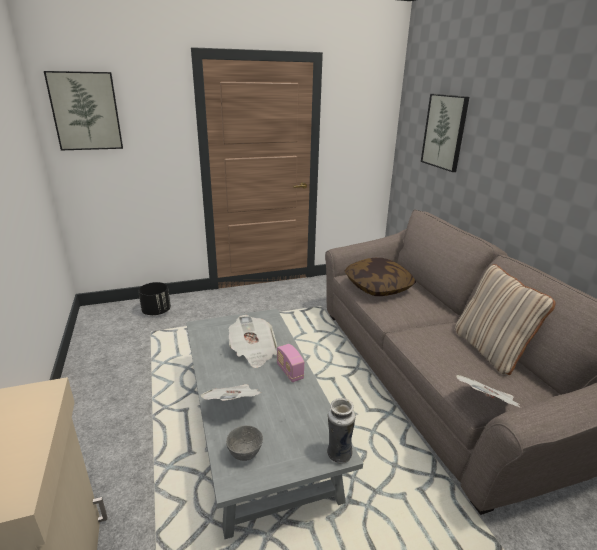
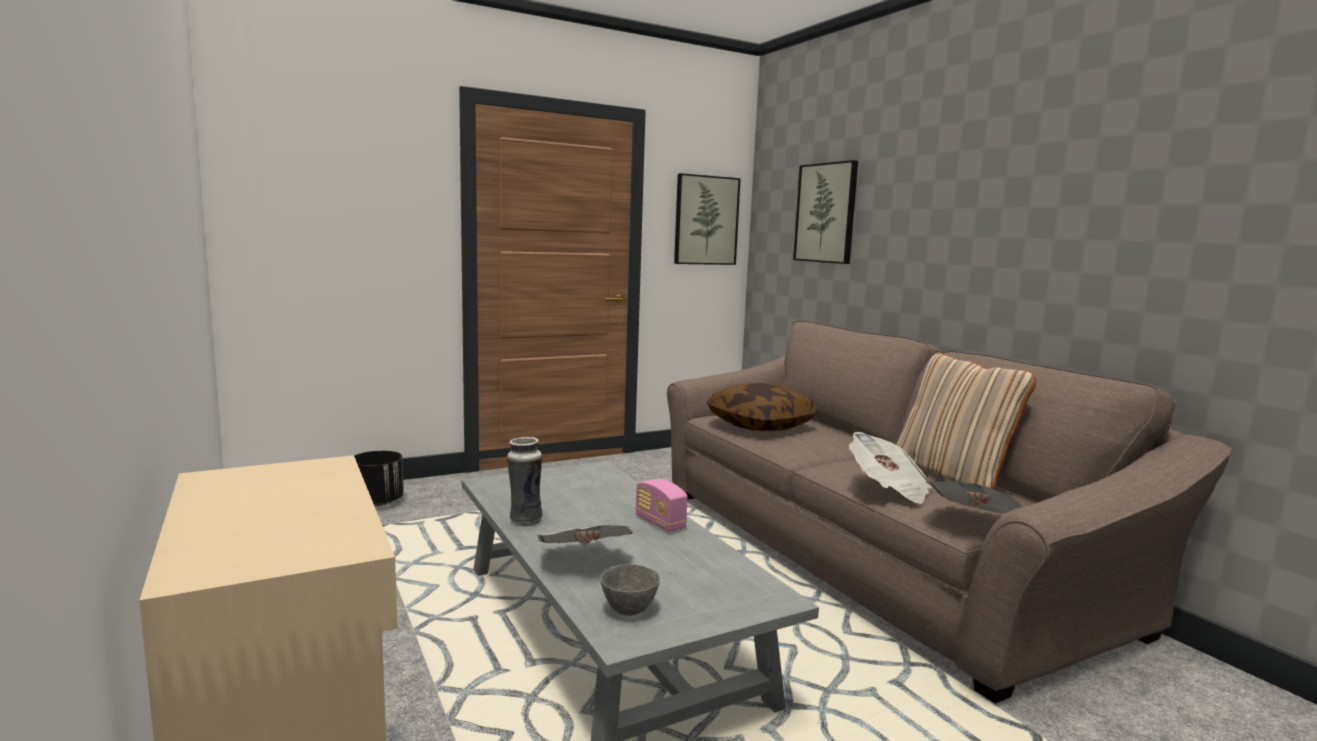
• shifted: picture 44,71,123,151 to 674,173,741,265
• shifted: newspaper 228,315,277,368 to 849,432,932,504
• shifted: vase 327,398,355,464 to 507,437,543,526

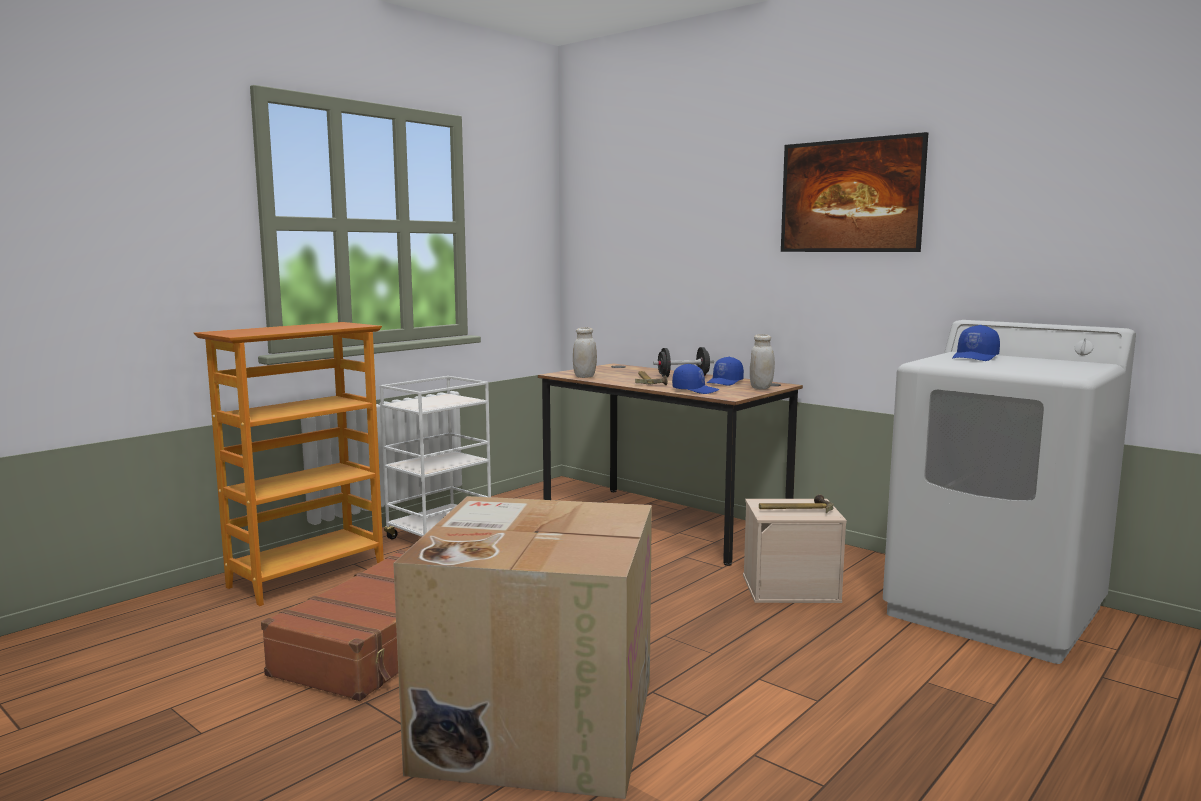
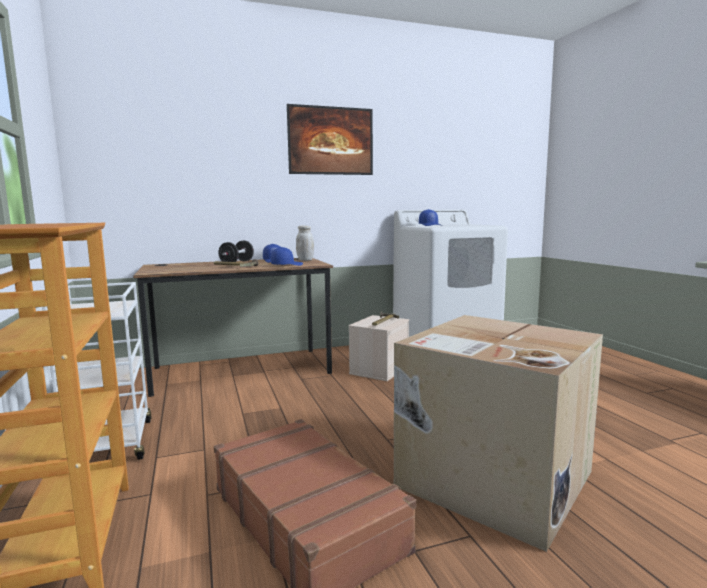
• gone: jar (white) 573,327,597,378

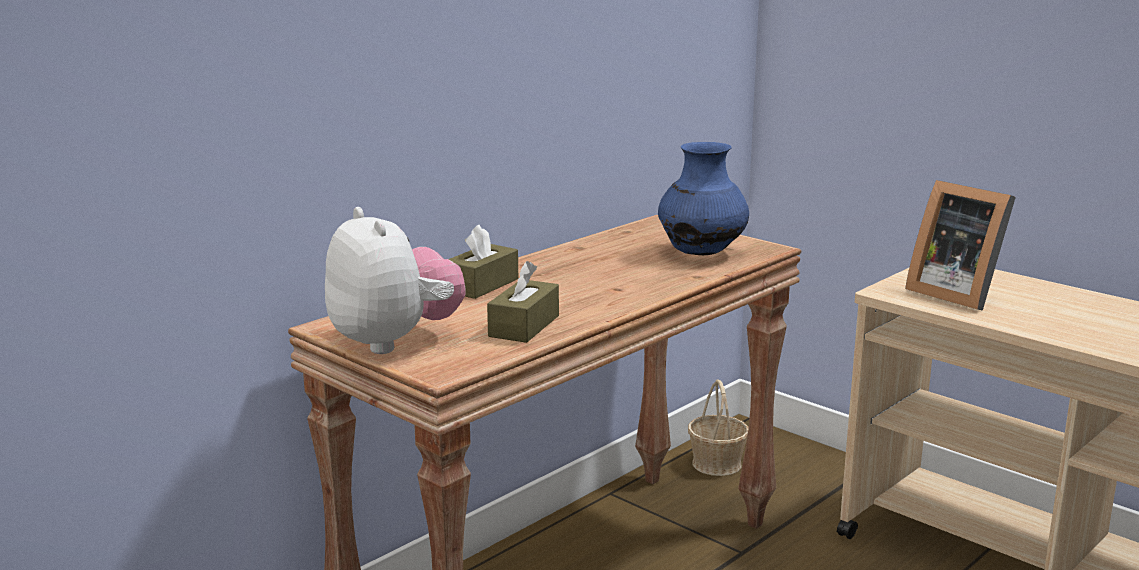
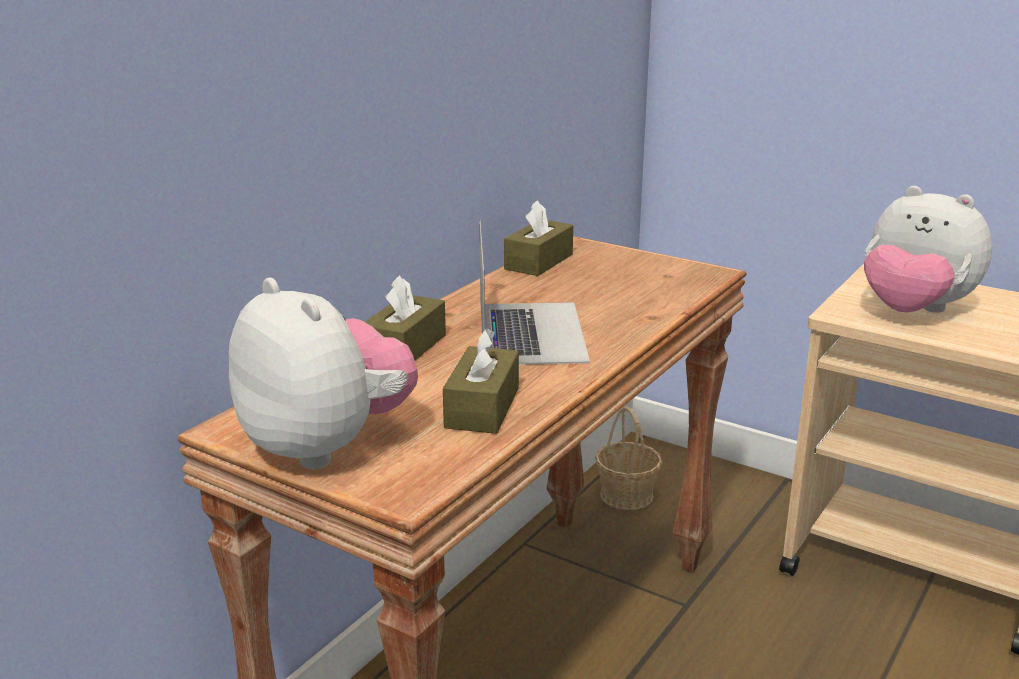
• gone: vase (blue) 658,142,749,255
• swapped: picture frame 905,180,1016,311 to plush toy 864,186,992,313
• new: tissue box (brown) 504,200,573,276
• new: laptop 480,220,590,365

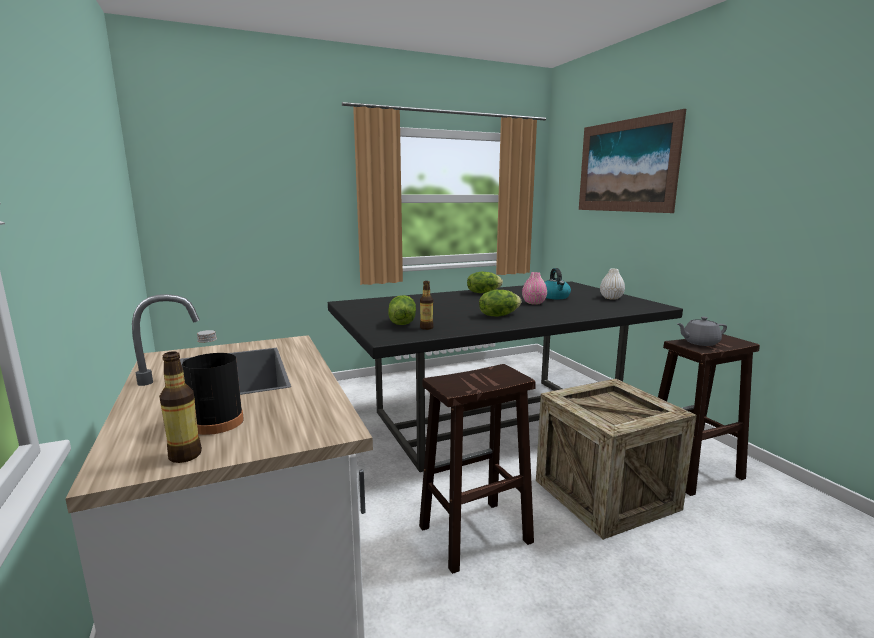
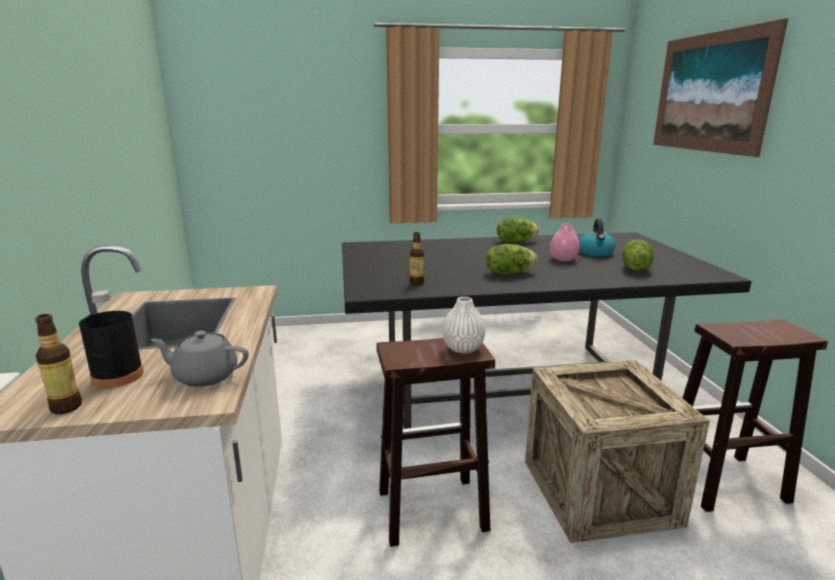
• shifted: vase (white) 600,269,625,300 to 442,297,485,354
• shifted: lettuce 388,295,416,325 to 622,240,654,271
• shifted: teapot (grey) 677,317,727,346 to 150,331,249,387

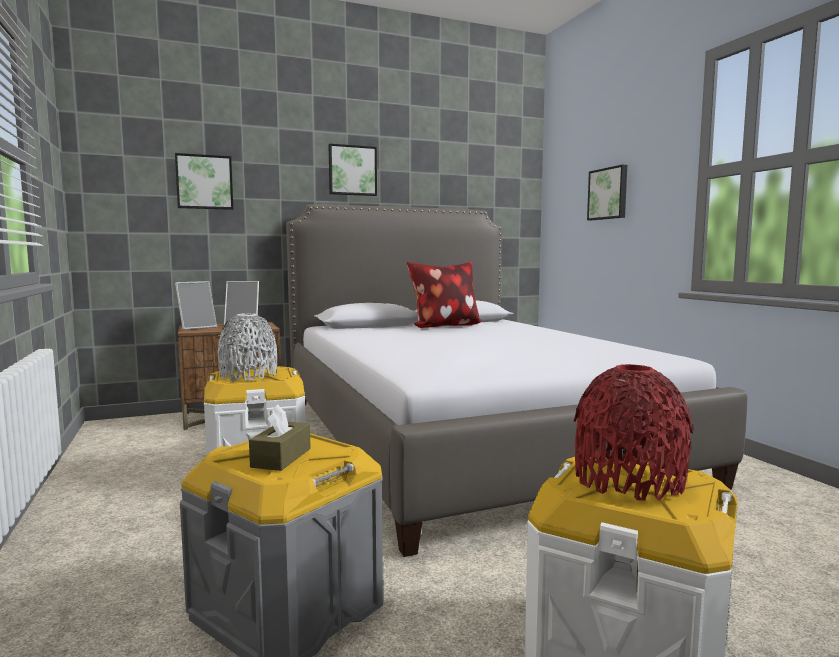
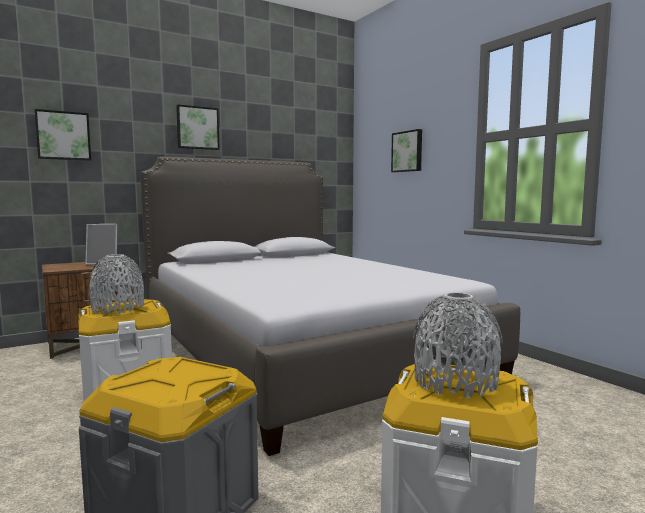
• gone: pillow 406,262,482,328
• gone: picture frame 175,281,217,330
• repainted: vase (red) 574,364,694,501 to vase (grey) 413,292,503,398
• gone: tissue box (brown) 249,405,311,471

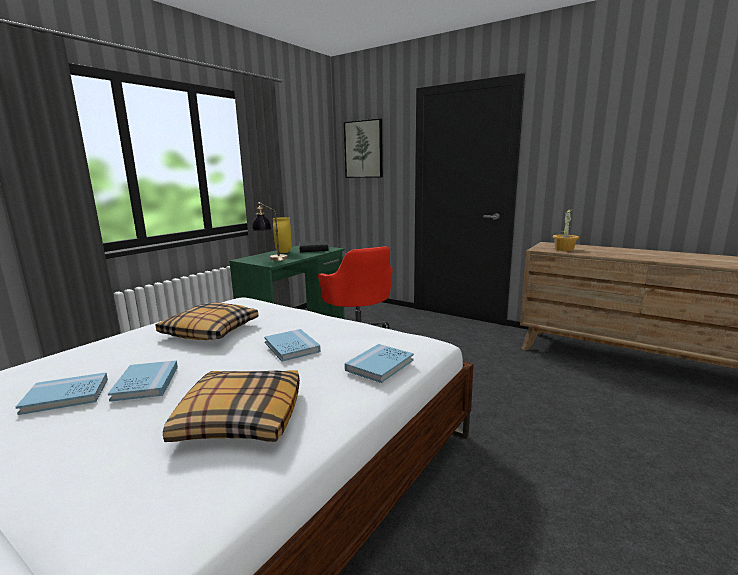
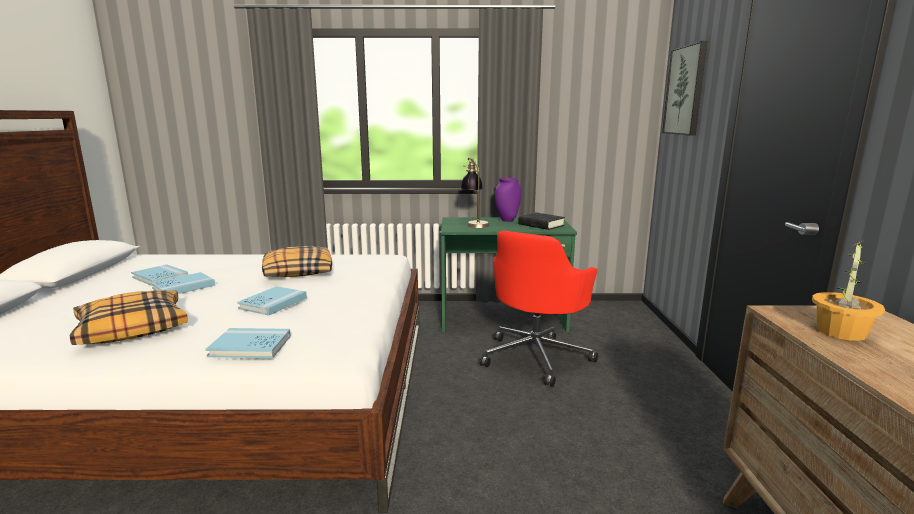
• repainted: vase (yellow) 273,217,292,253 to vase (purple) 495,178,522,222

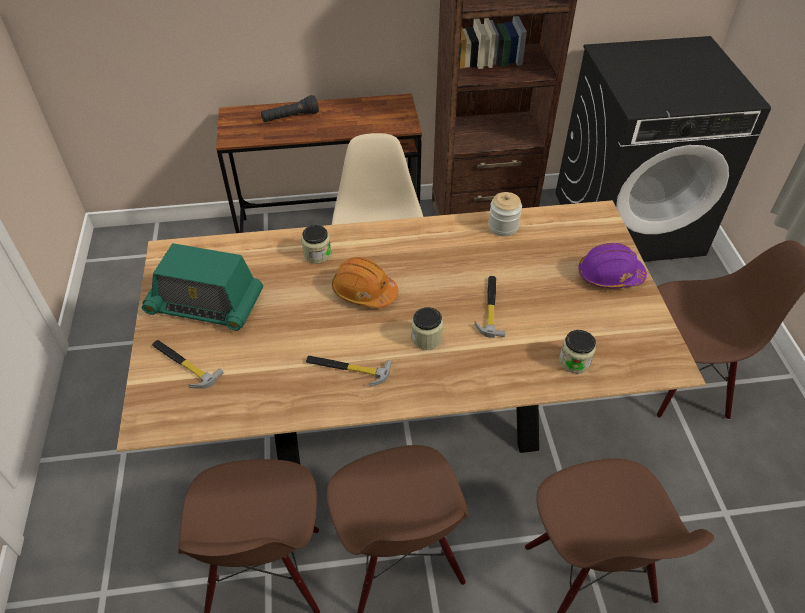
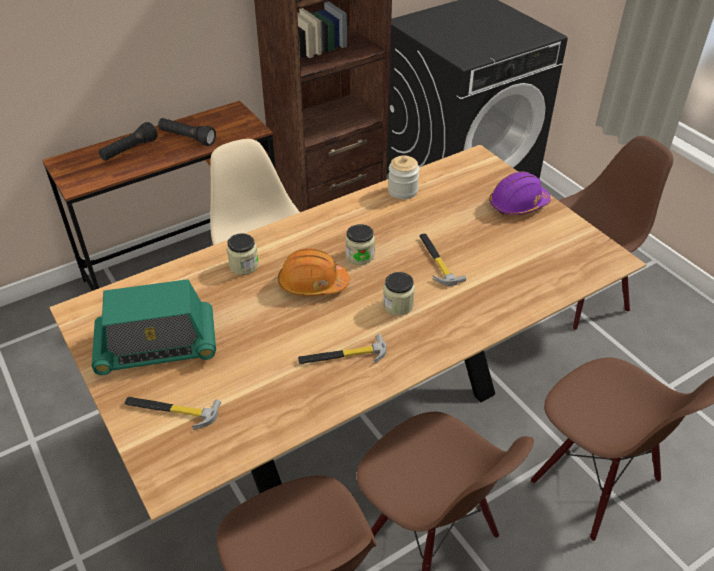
• shifted: jar 559,330,596,374 to 345,224,375,265
• new: flashlight (black) 158,118,216,146

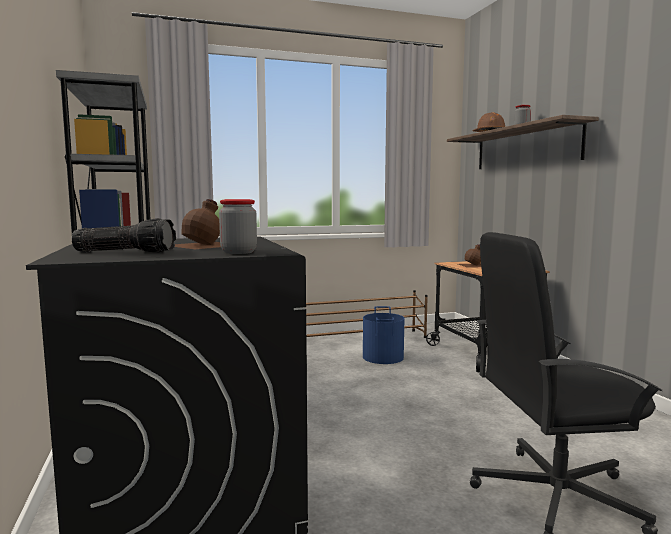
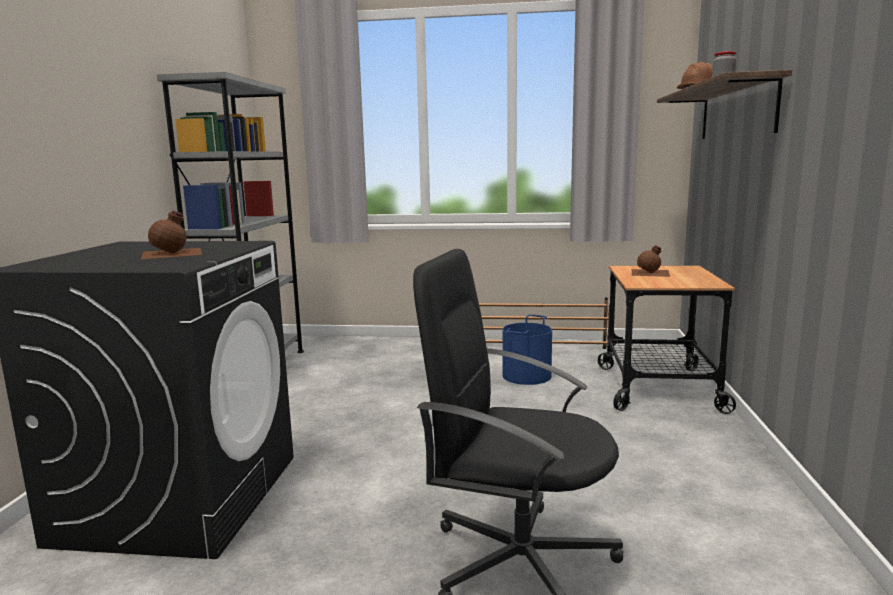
• gone: jar 219,199,257,254
• gone: flashlight 72,218,176,253

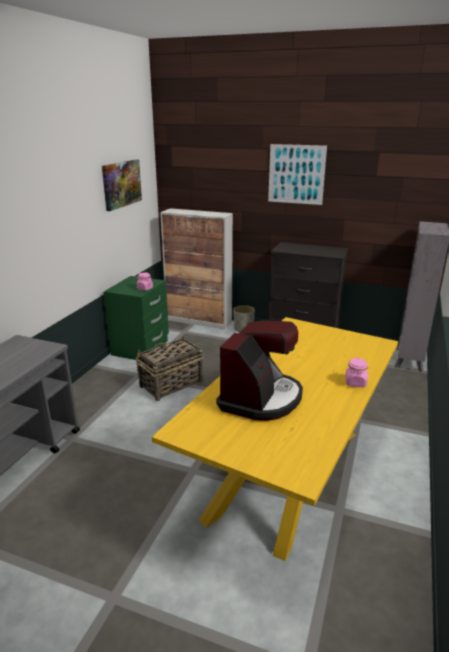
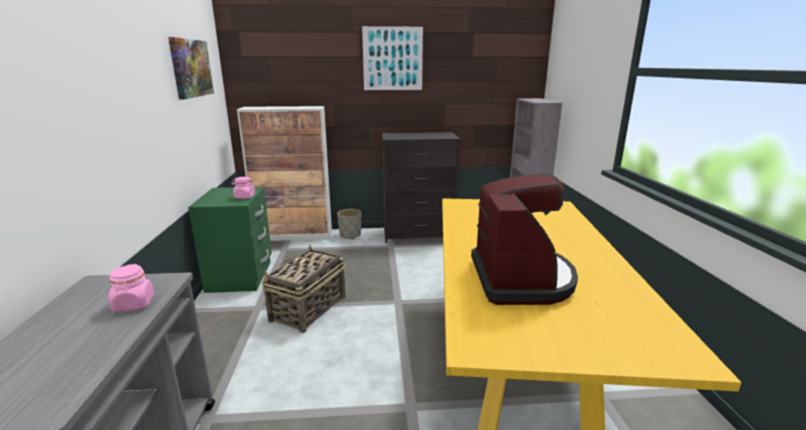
• shifted: jar (pink) 345,358,368,387 to 108,264,154,312

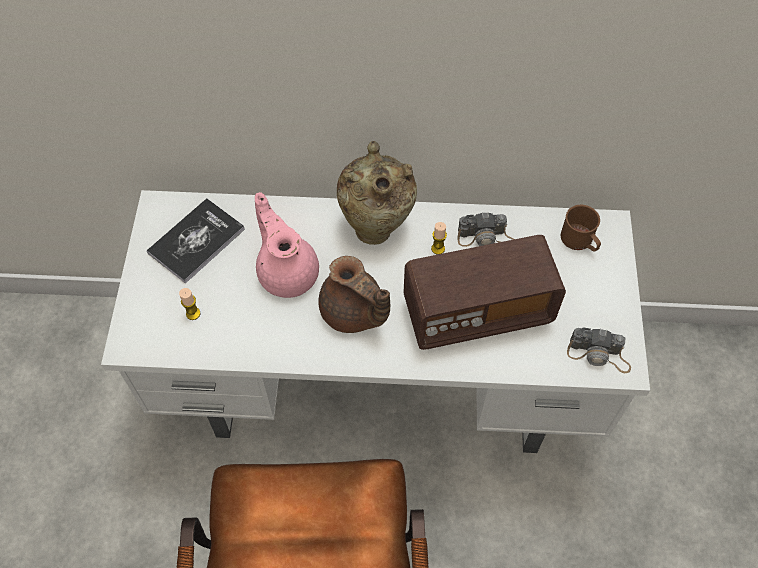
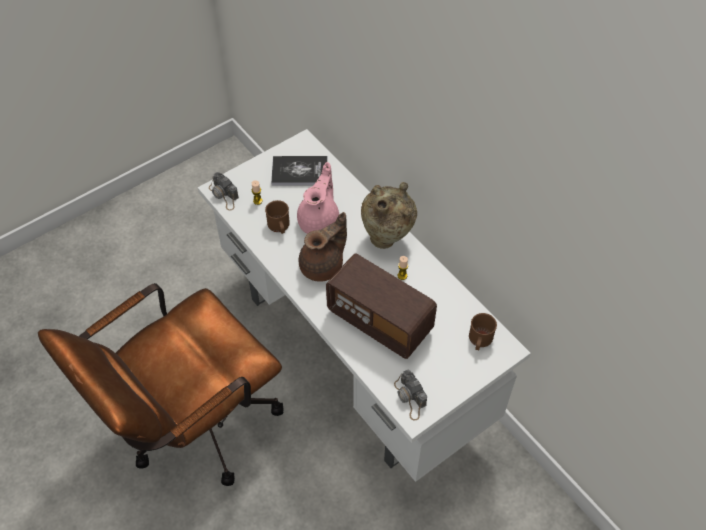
• shifted: photo camera 458,212,514,247 to 209,172,239,210
• rotated: teapot (brown) 318,256,390,333 = 299,212,347,282 135 degrees counterclockwise
• new: mug (brown) 265,200,290,234

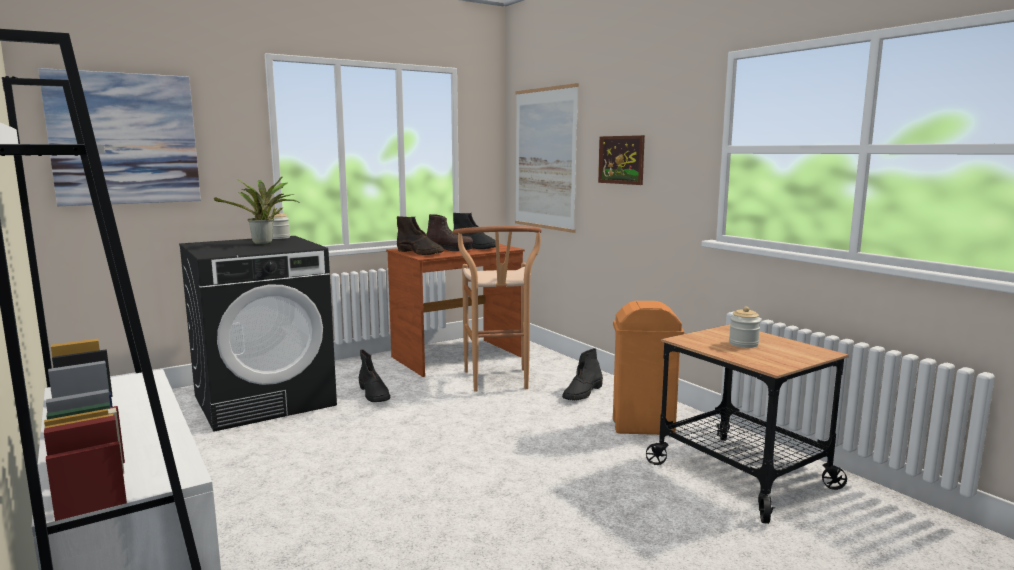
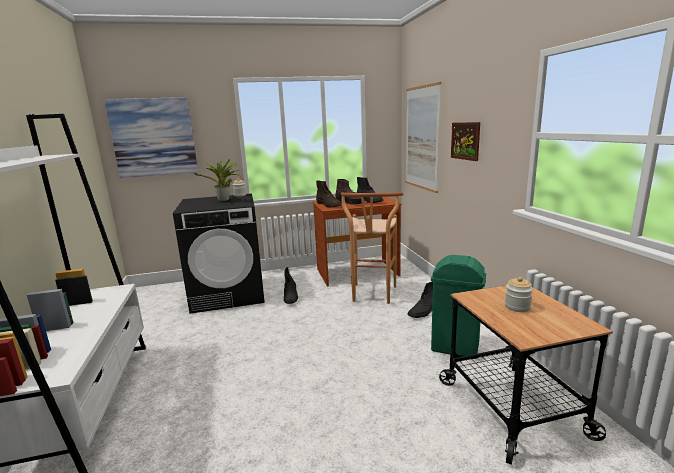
• repainted: trash can (orange) 613,301,684,435 to trash can (green) 431,255,486,359

